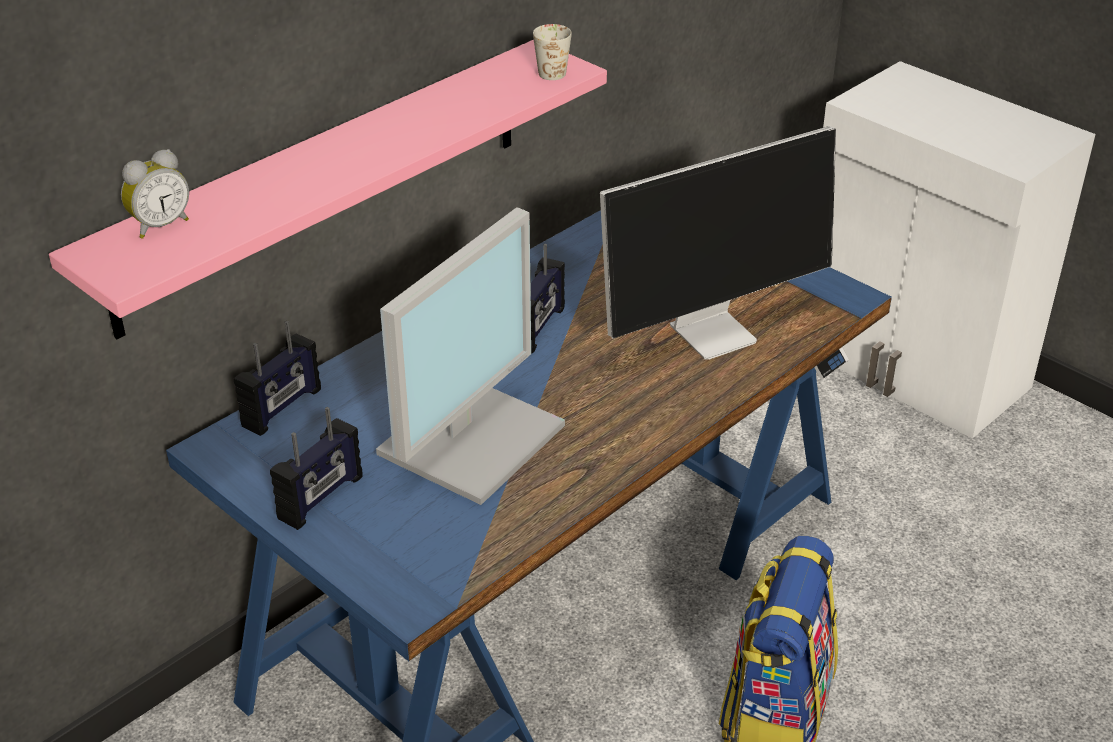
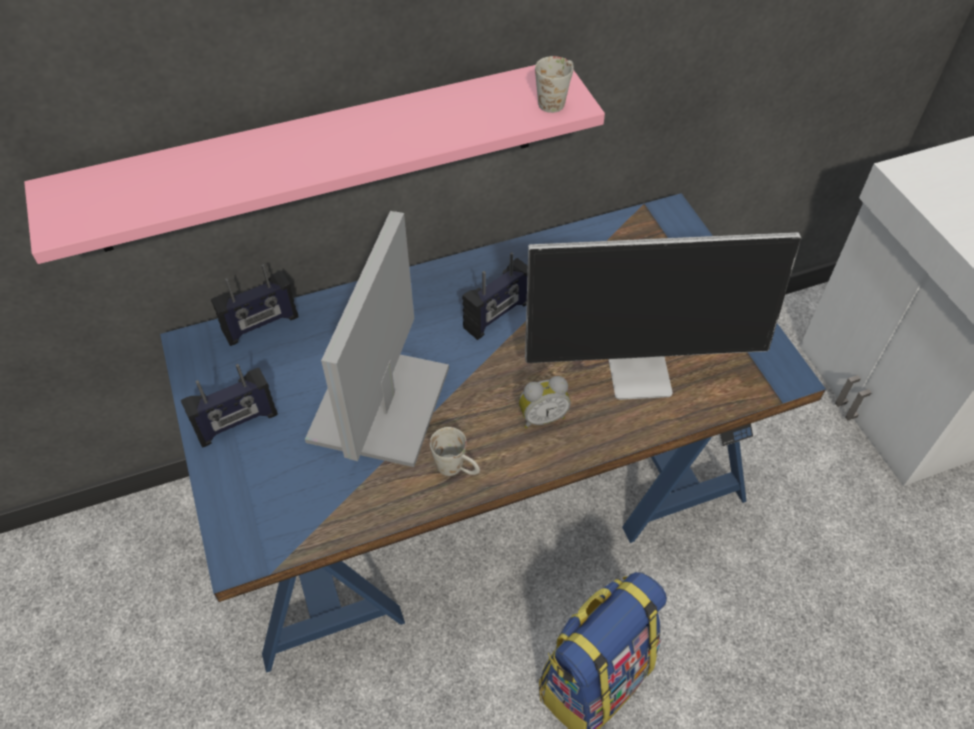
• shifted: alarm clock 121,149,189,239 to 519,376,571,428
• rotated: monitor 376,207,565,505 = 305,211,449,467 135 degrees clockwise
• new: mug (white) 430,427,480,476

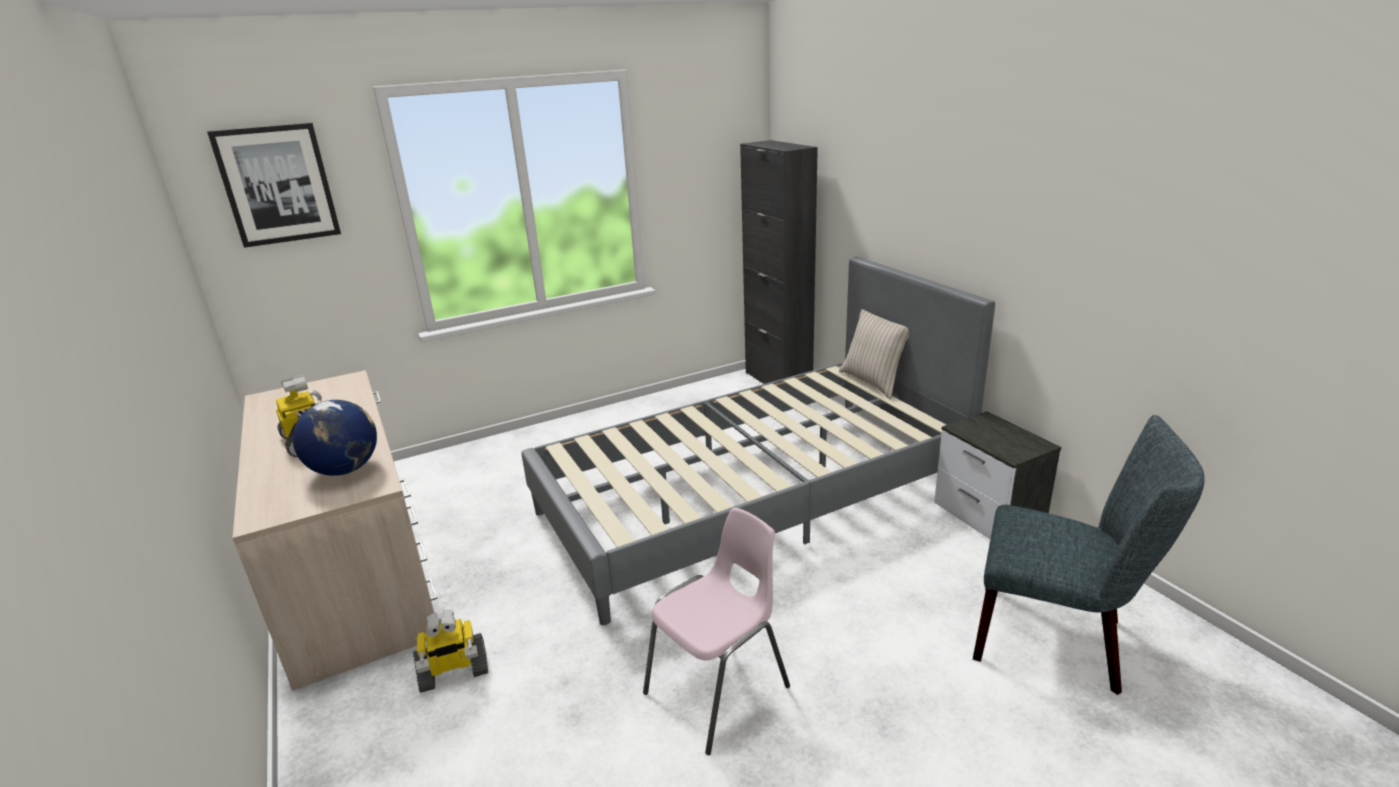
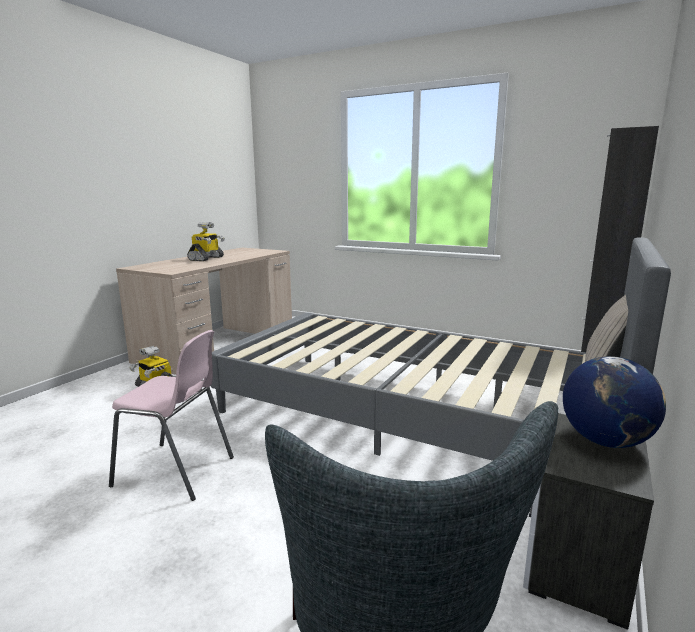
• gone: picture 207,123,341,248
• shifted: globe 292,400,377,476 to 563,356,666,448

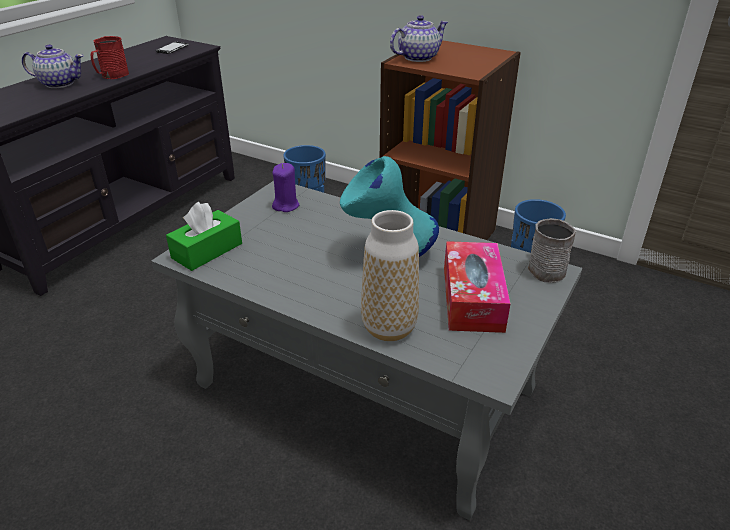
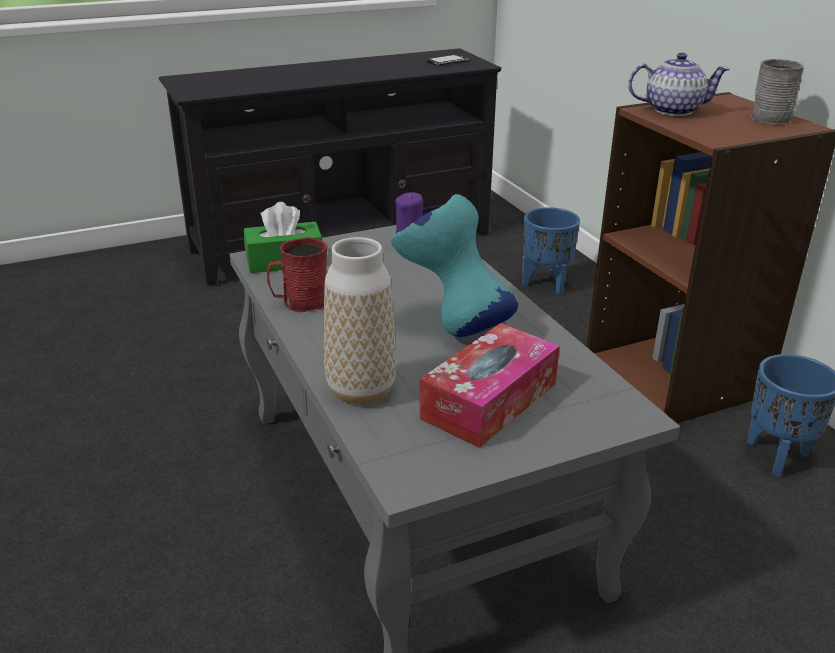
• shifted: mug (red) 91,36,129,79 to 267,237,327,312
• gone: teapot 22,44,84,88
• shifted: mug (grey) 528,218,576,283 to 751,59,804,125

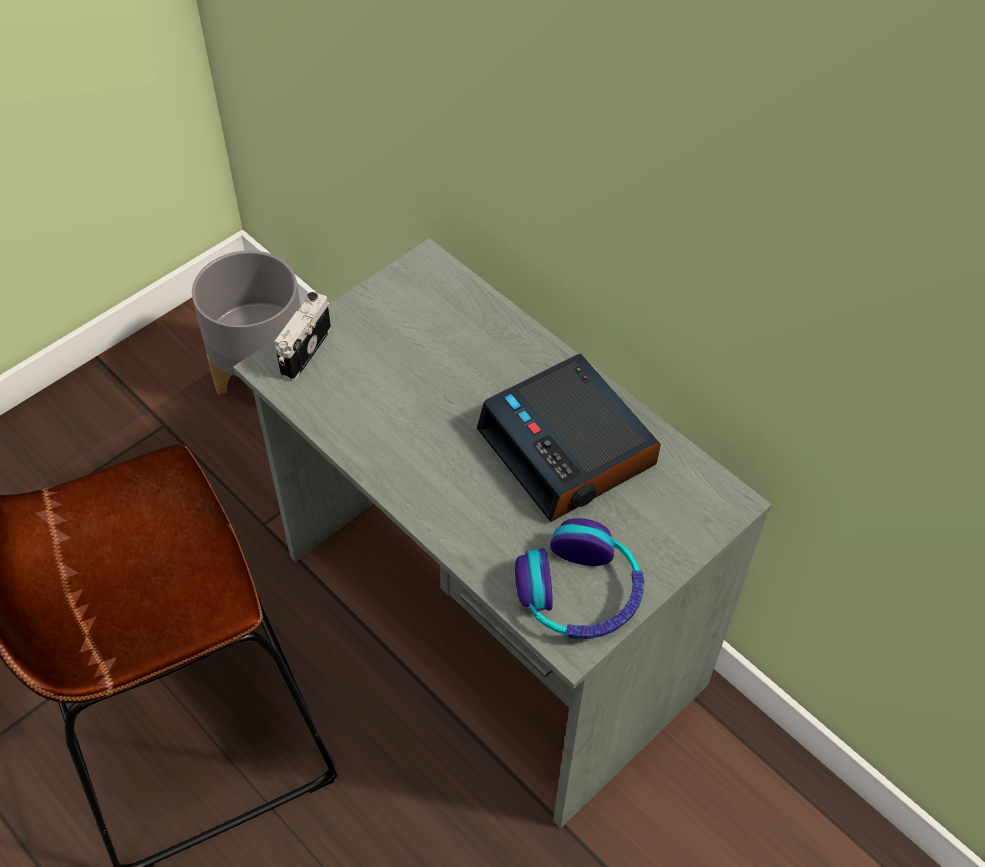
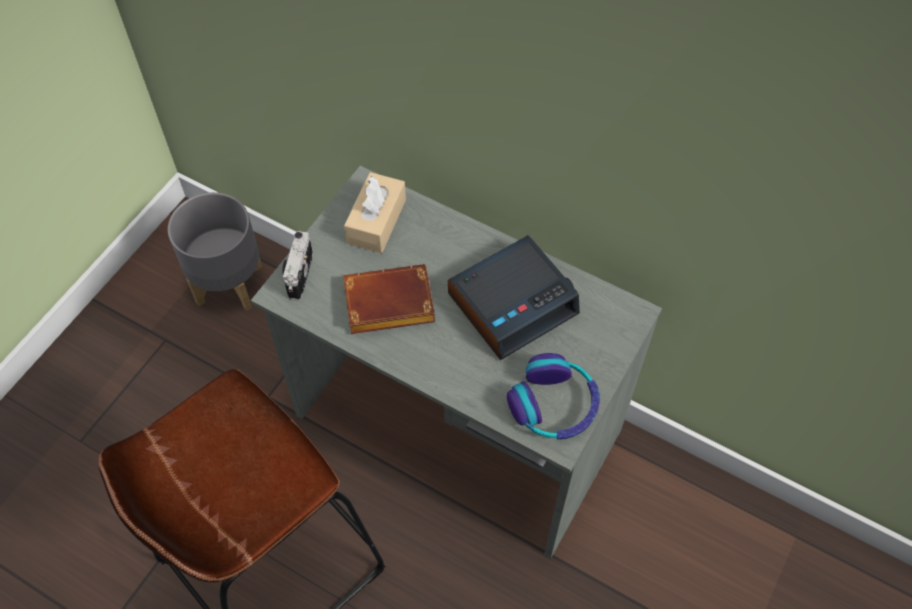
• rotated: alarm clock 477,354,661,522 = 448,235,580,360 75 degrees counterclockwise
• new: tissue box (beige) 344,172,406,253
• new: book (brown) 344,264,435,334

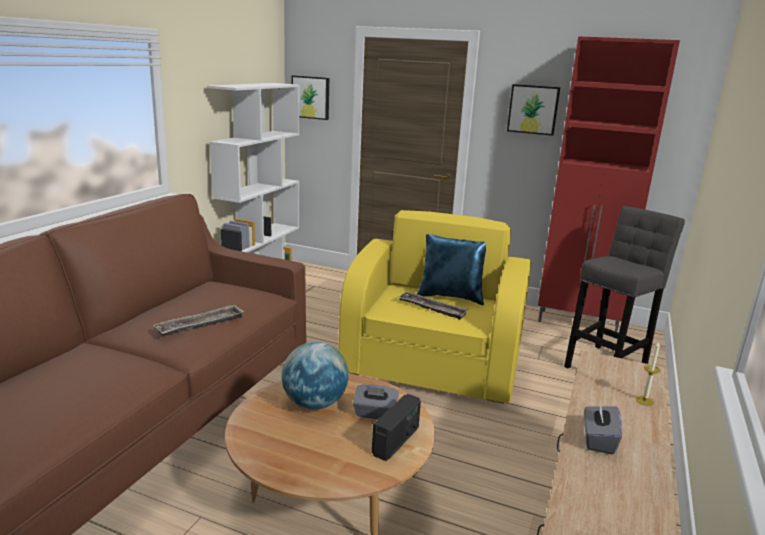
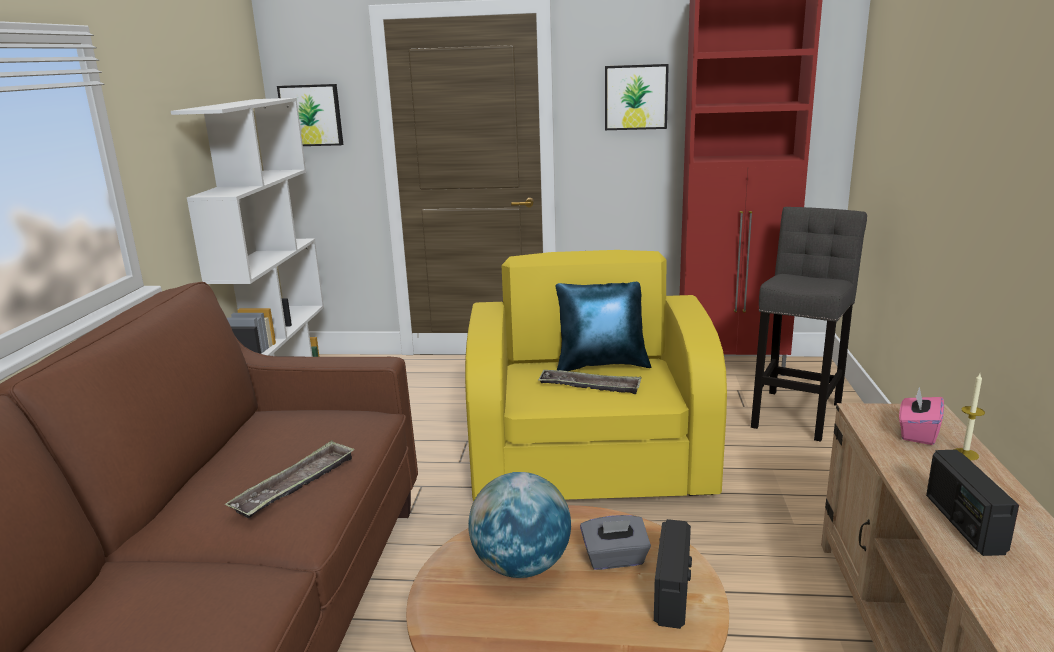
• swapped: tissue box (grey) 584,401,622,454 to radio 926,450,1019,556
• new: tissue box (pink) 899,387,944,445

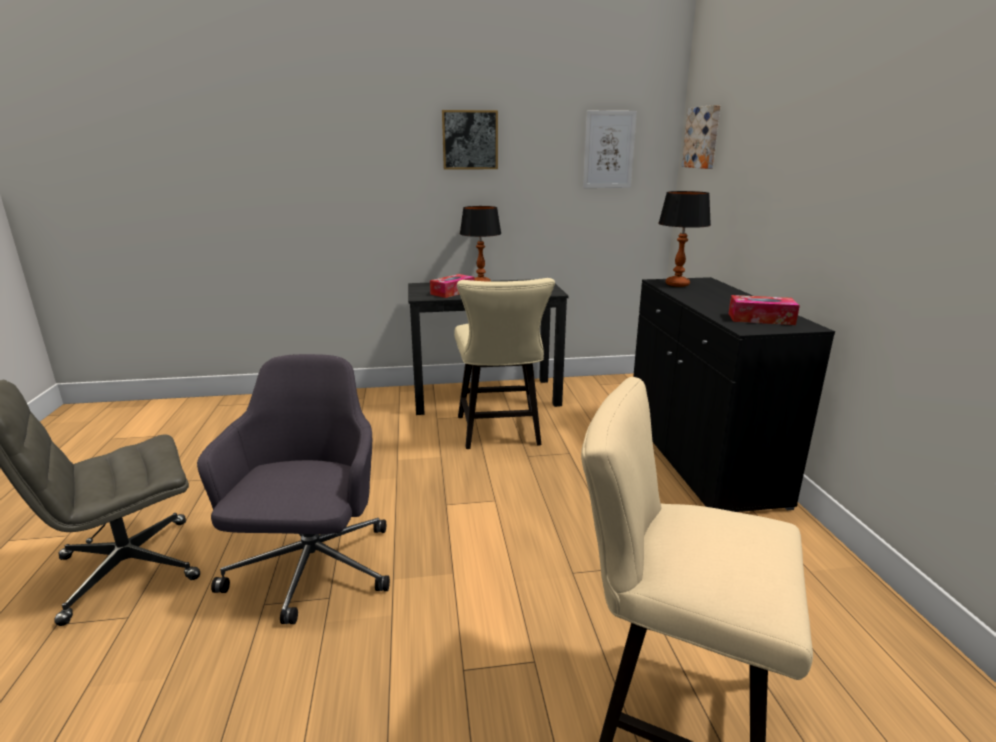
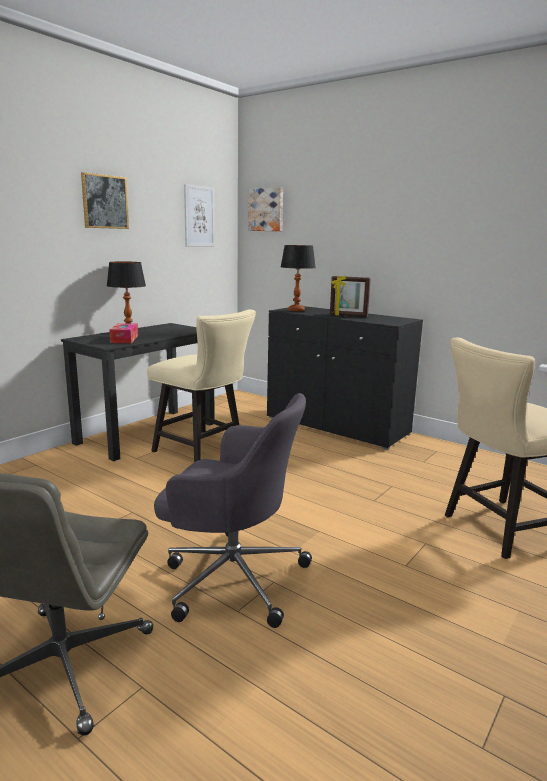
• gone: tissue box 729,295,800,325
• rotated: office chair (grey) 197,354,390,624 = 154,393,312,628 150 degrees clockwise
• new: picture frame 330,275,371,317

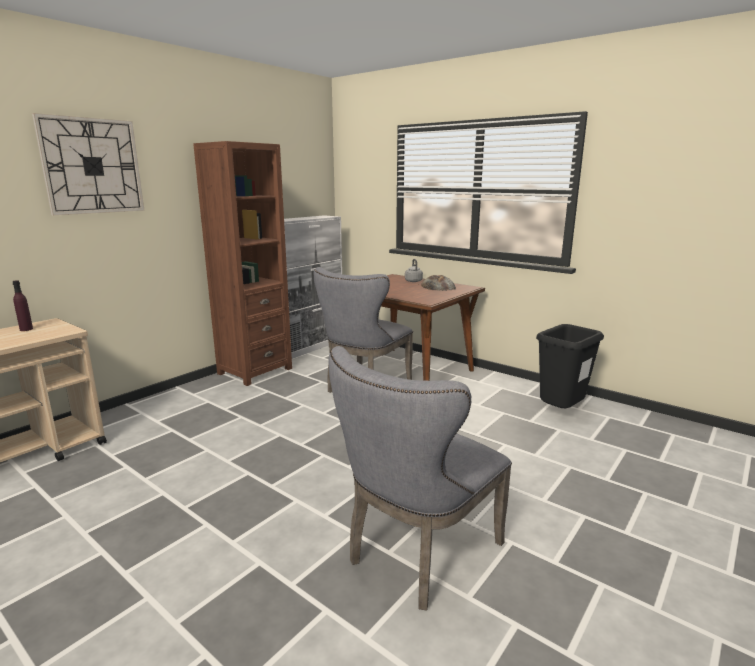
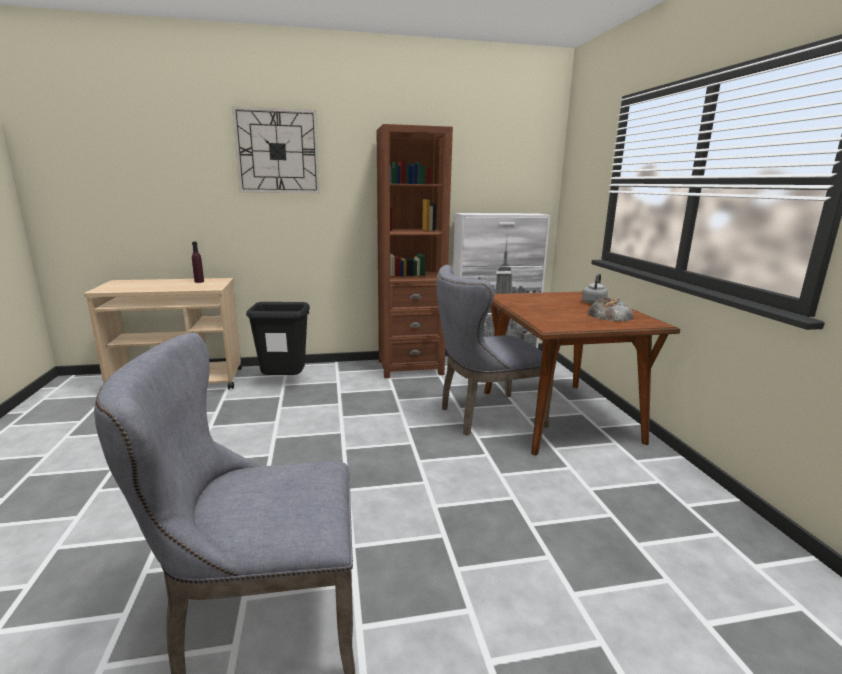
• shifted: trash can (black) 536,324,604,408 to 246,302,310,375

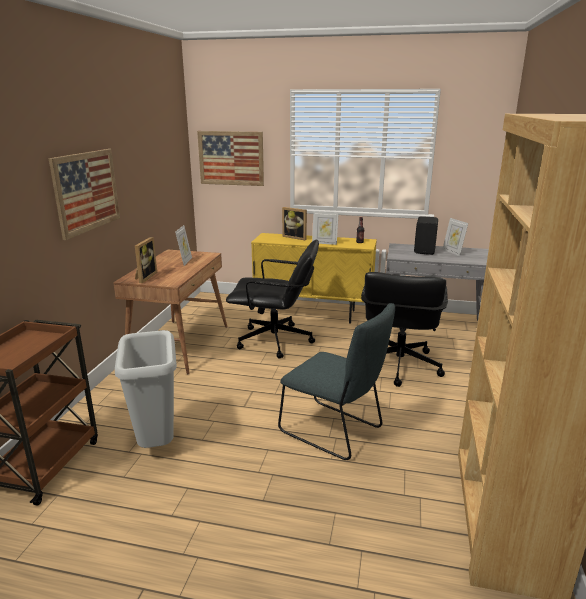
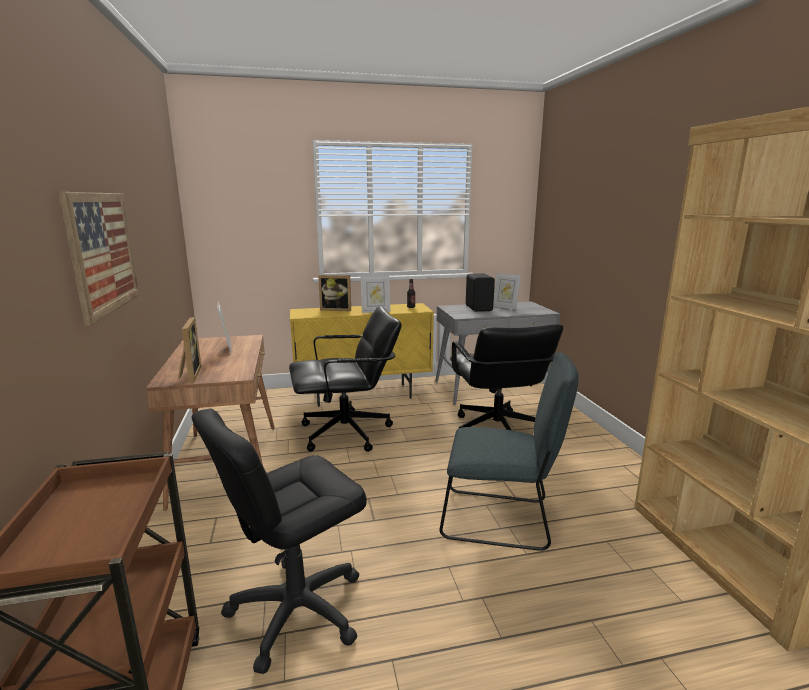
• gone: picture 197,131,264,186
• swapped: trash can (grey) 115,330,177,448 to office chair (black) 191,408,367,674

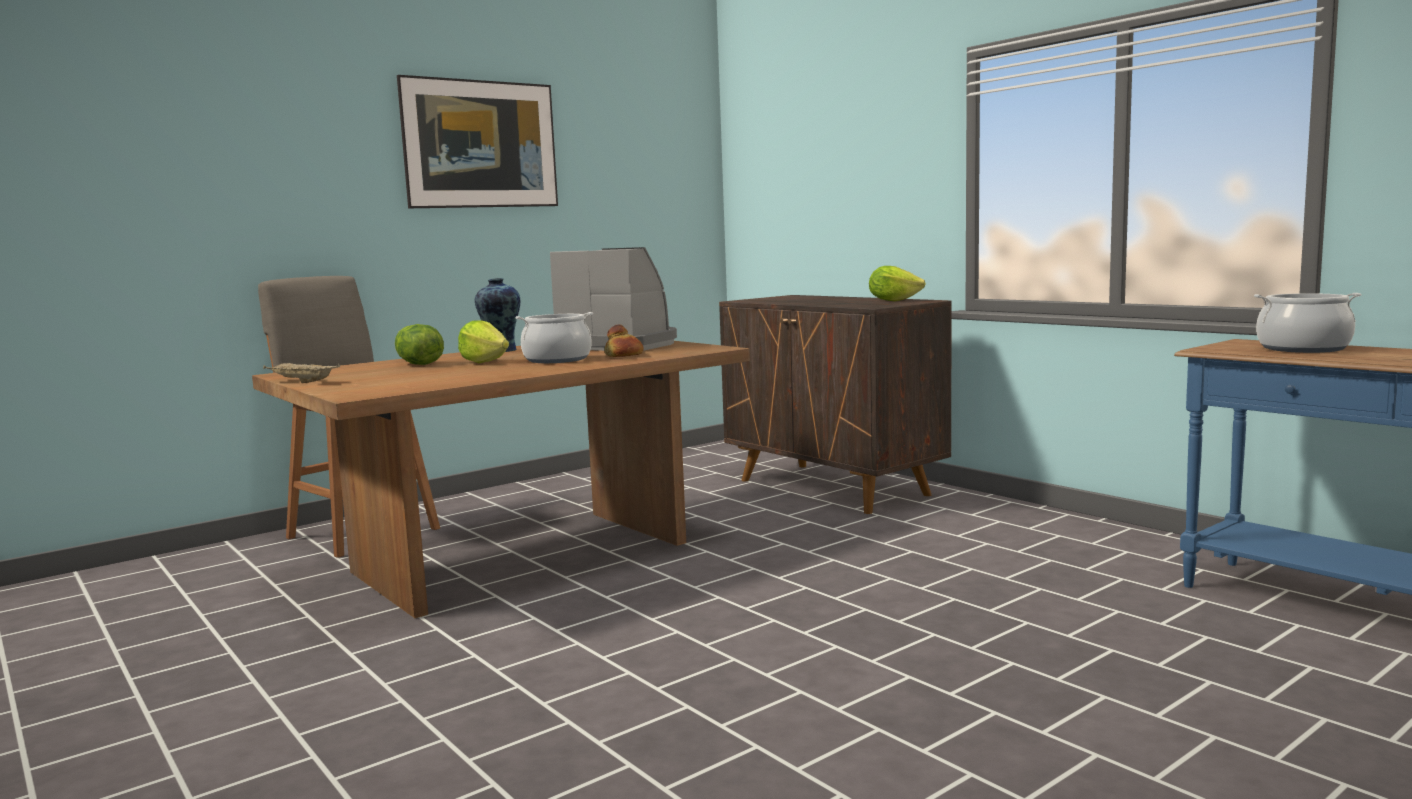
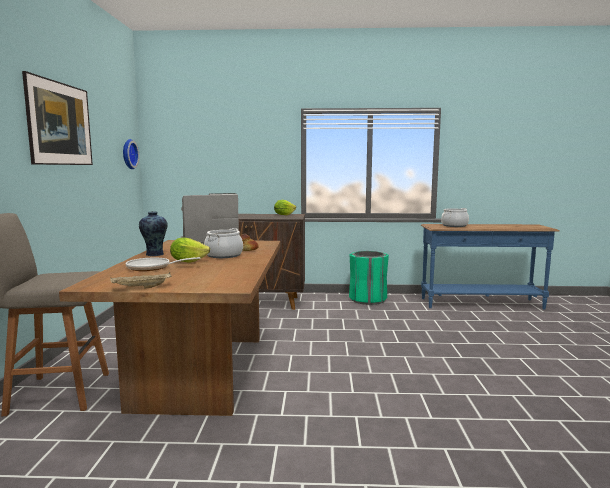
• swapped: lettuce 395,324,444,365 to frying pan 126,257,200,271
• new: wall clock 123,139,139,169
• new: trash can (green) 349,251,389,305

